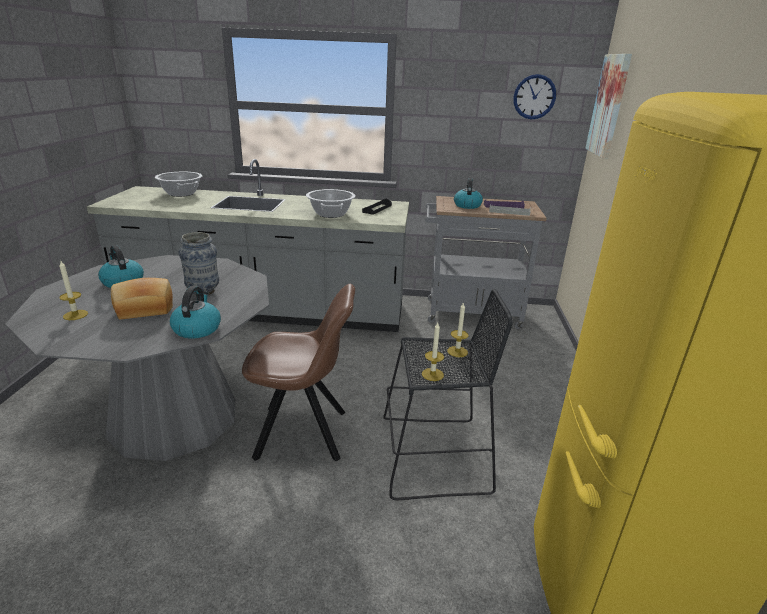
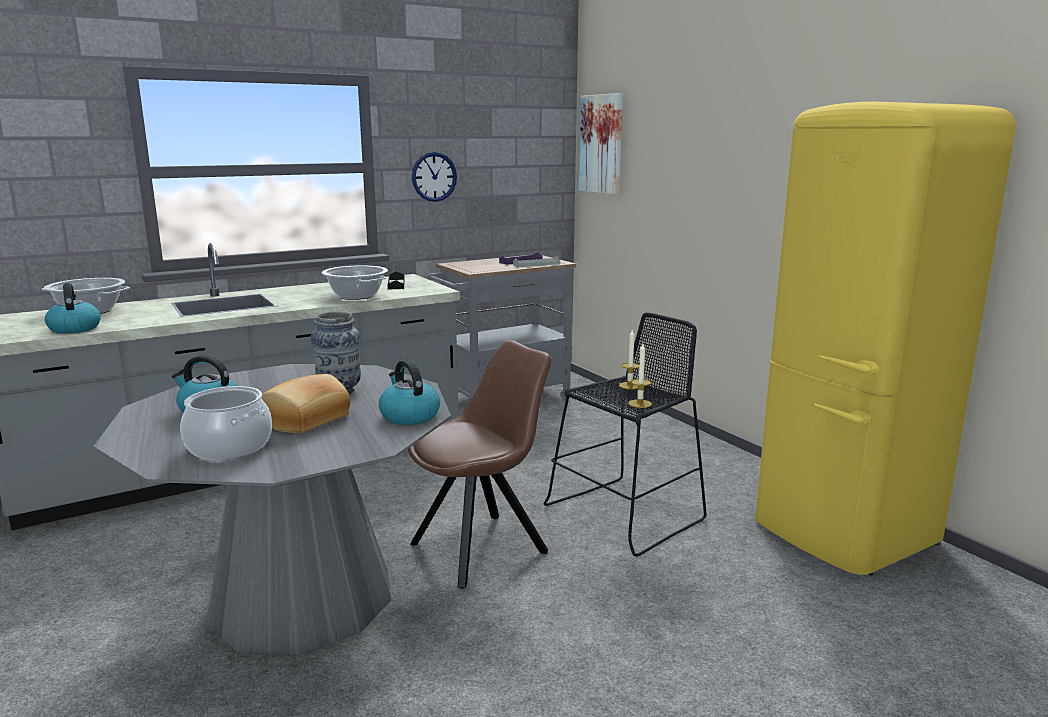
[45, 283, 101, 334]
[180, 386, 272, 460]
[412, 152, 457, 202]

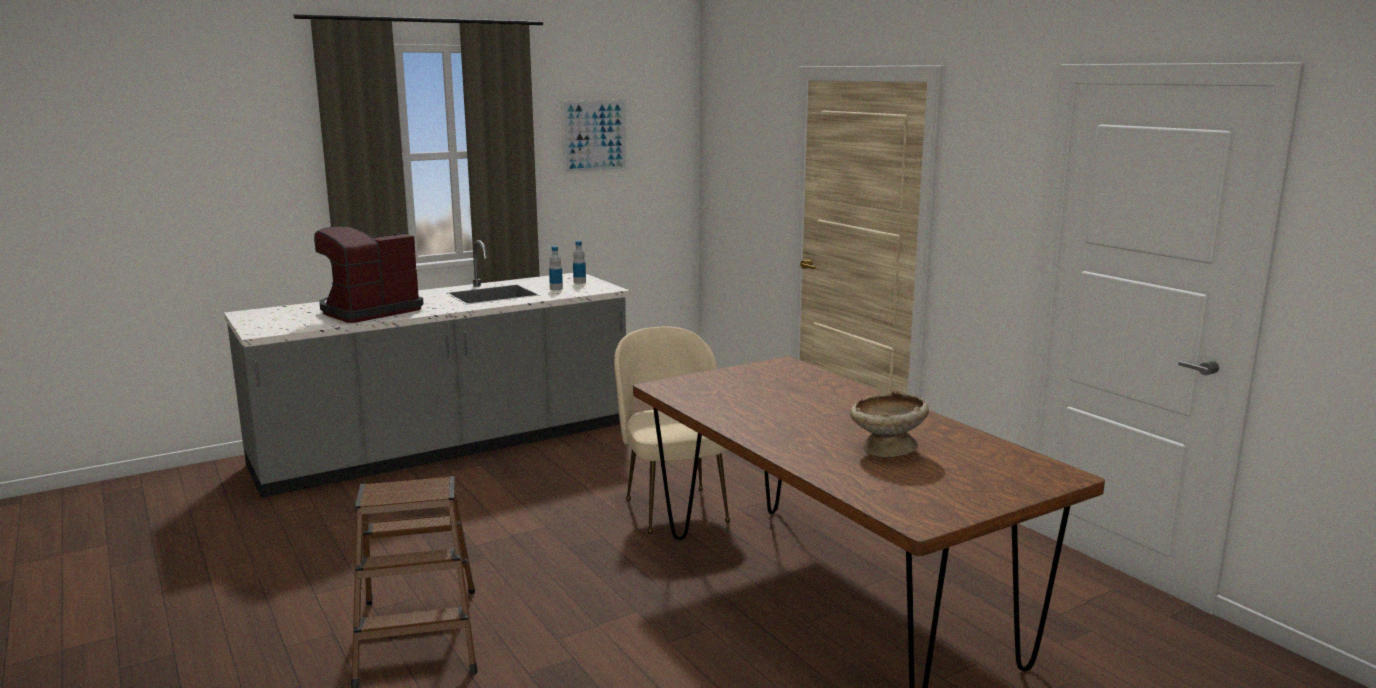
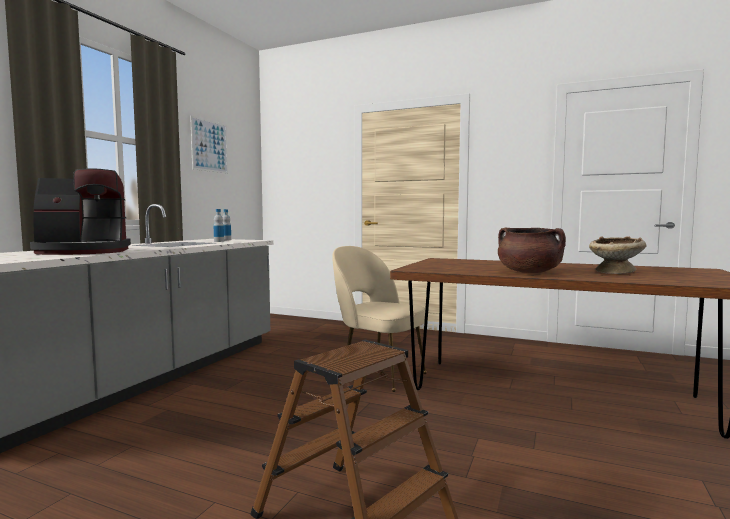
[30, 168, 131, 255]
[498, 228, 566, 273]

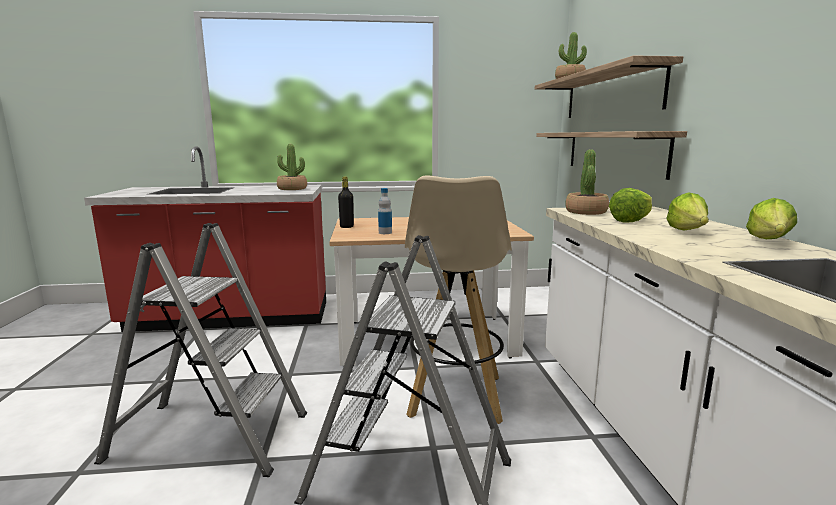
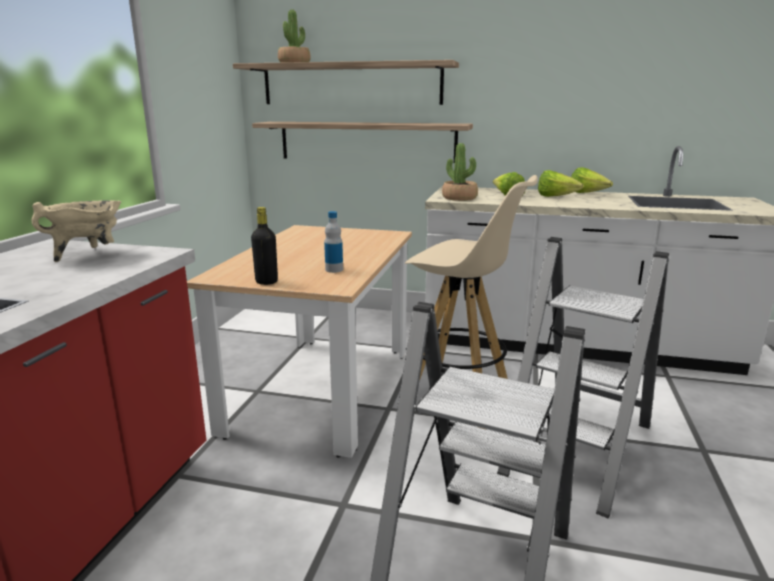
[32, 200, 121, 262]

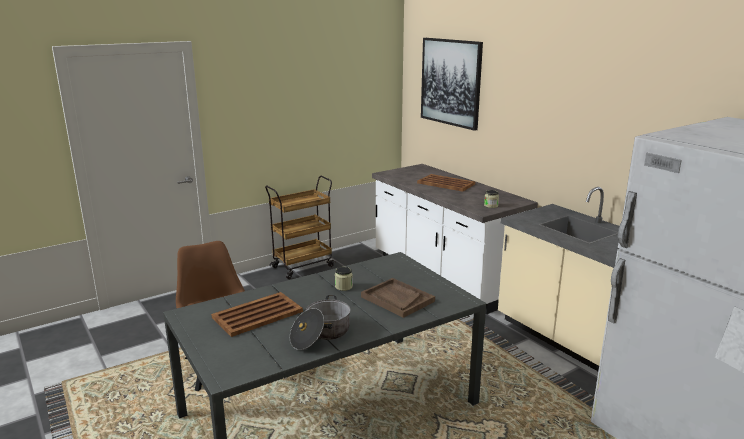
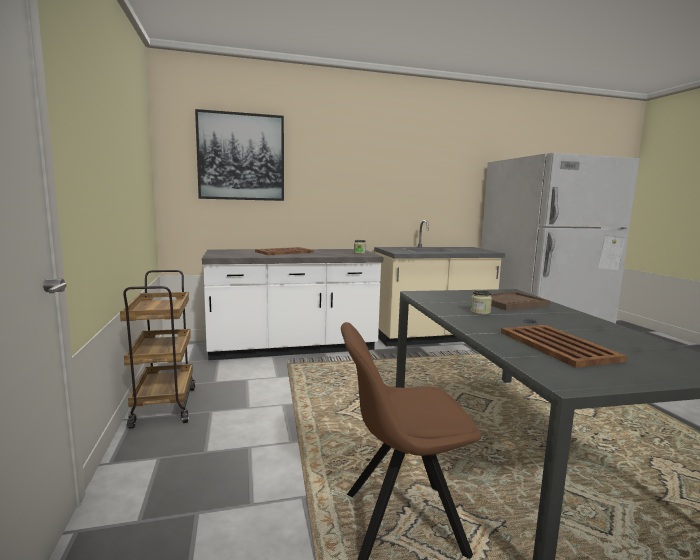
[290, 295, 351, 350] (first image)

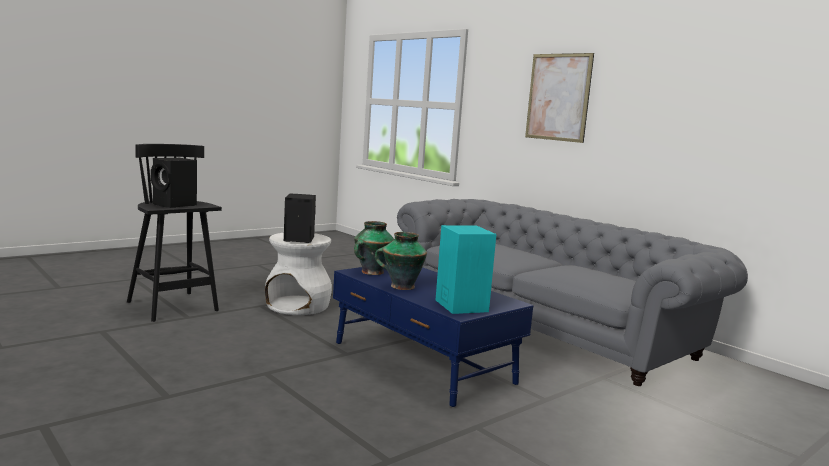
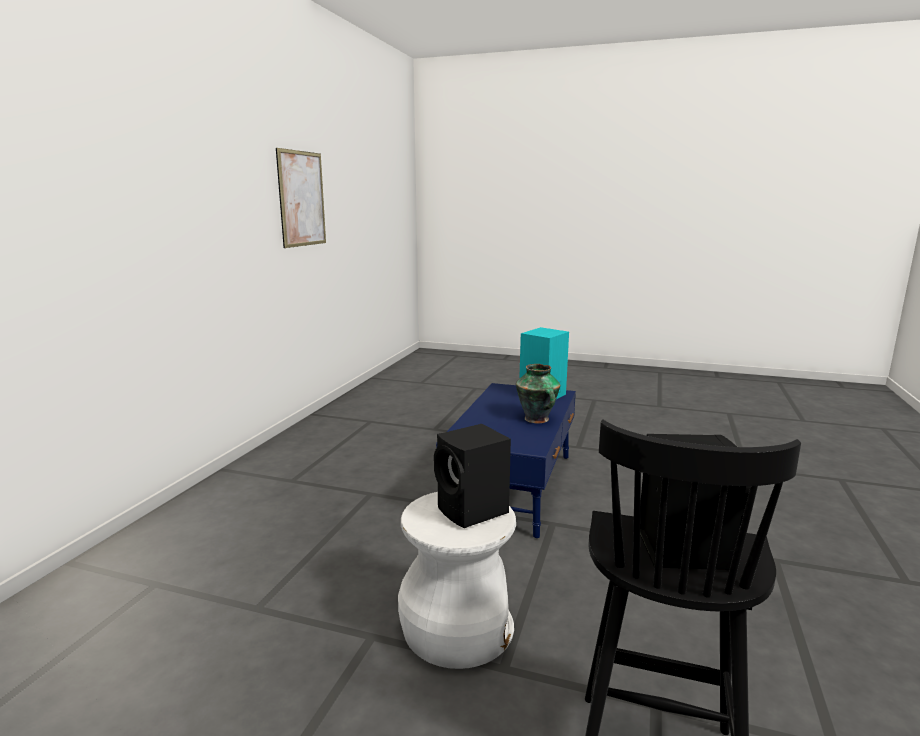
[276, 148, 326, 248]
[354, 221, 395, 275] (first image)
[397, 199, 748, 386] (first image)

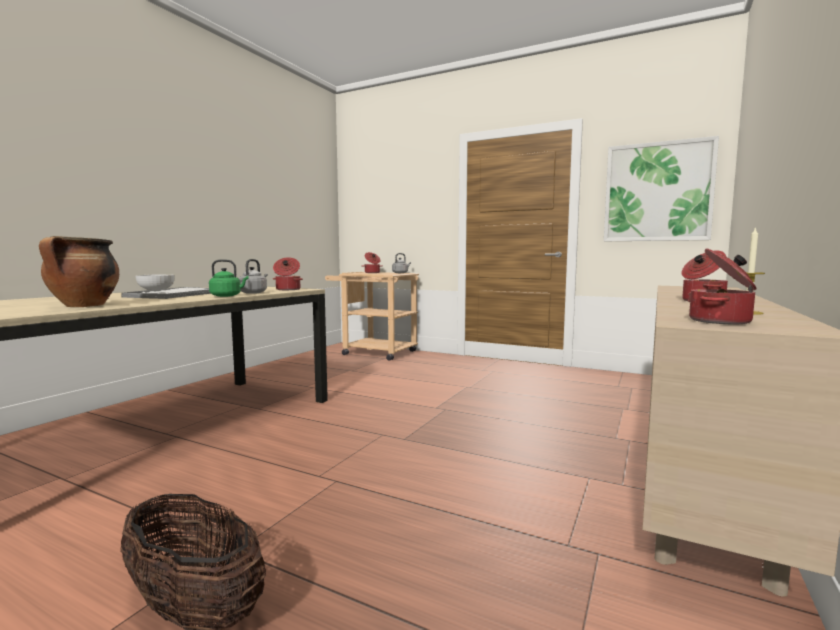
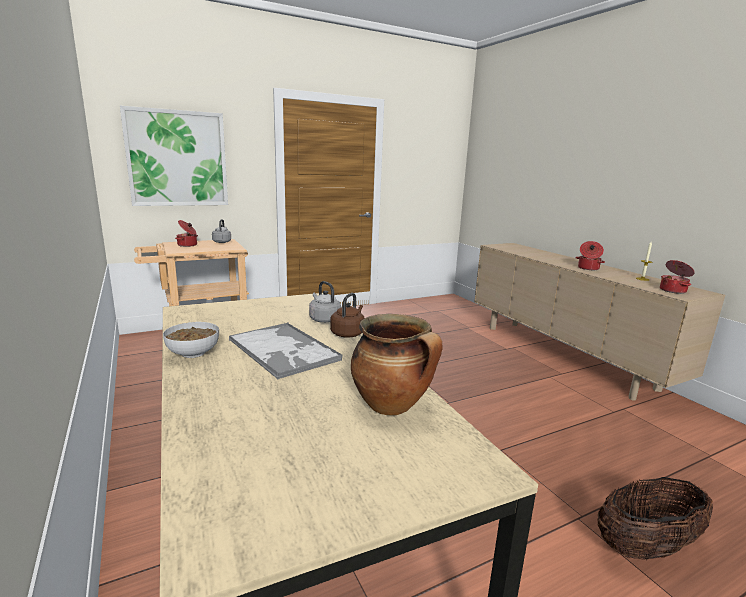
[120, 106, 228, 206]
[330, 293, 365, 337]
[273, 257, 303, 290] (first image)

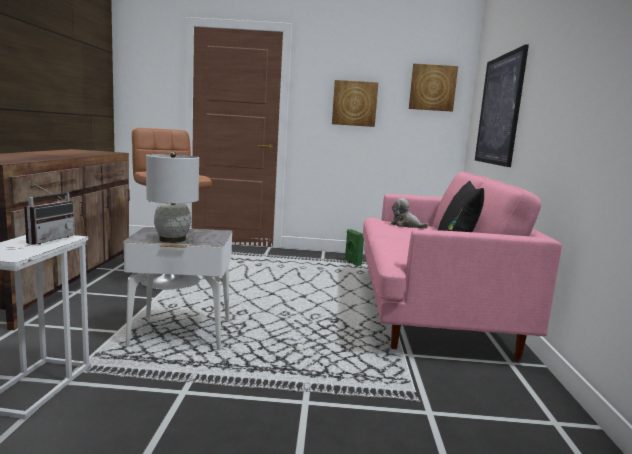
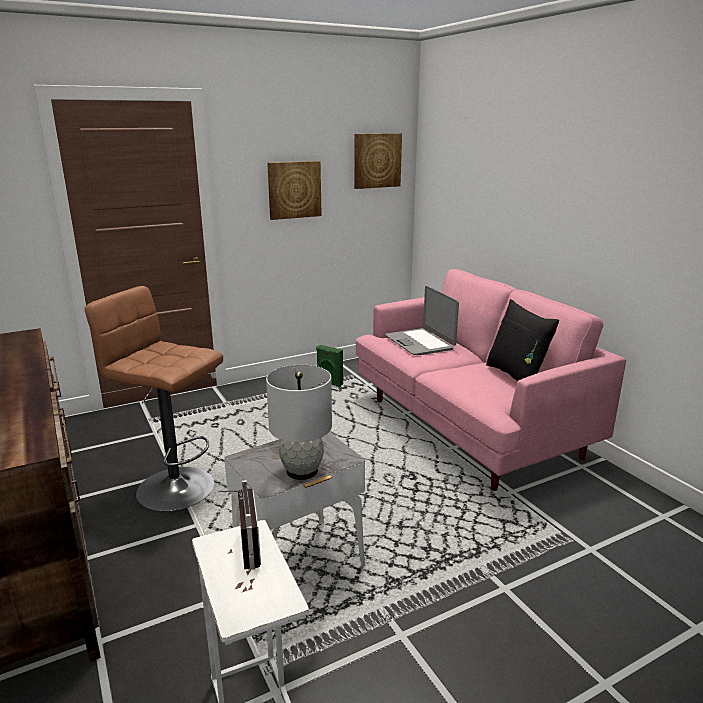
[385, 286, 459, 355]
[475, 44, 529, 167] (first image)

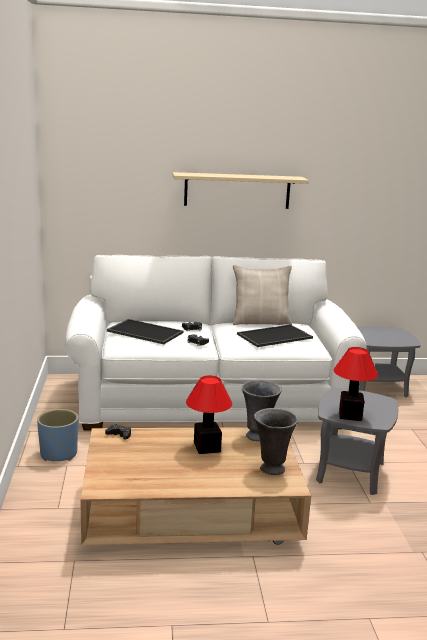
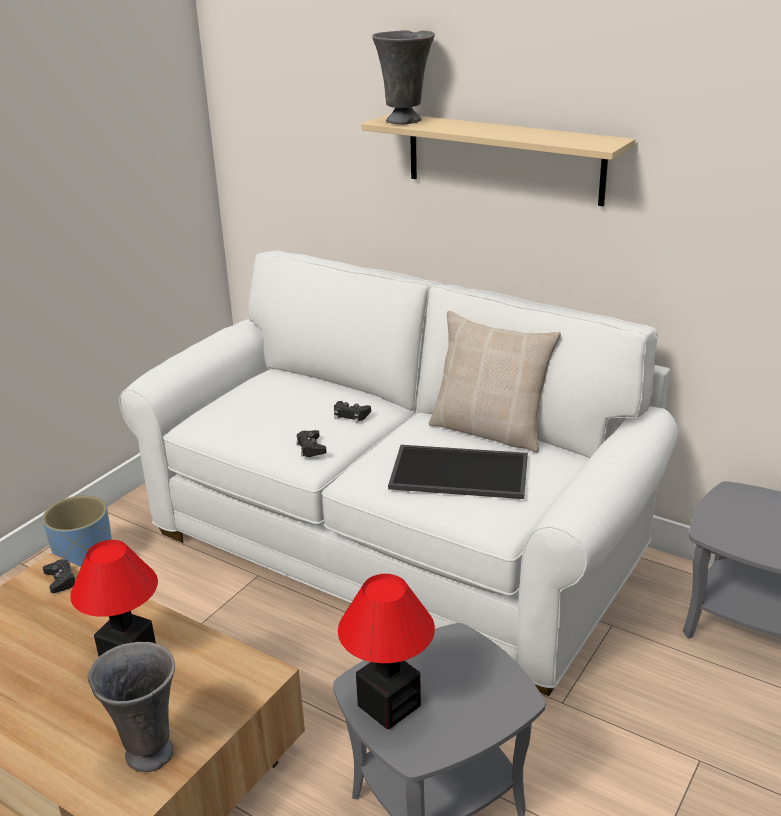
[372, 30, 435, 124]
[107, 319, 183, 344] (first image)

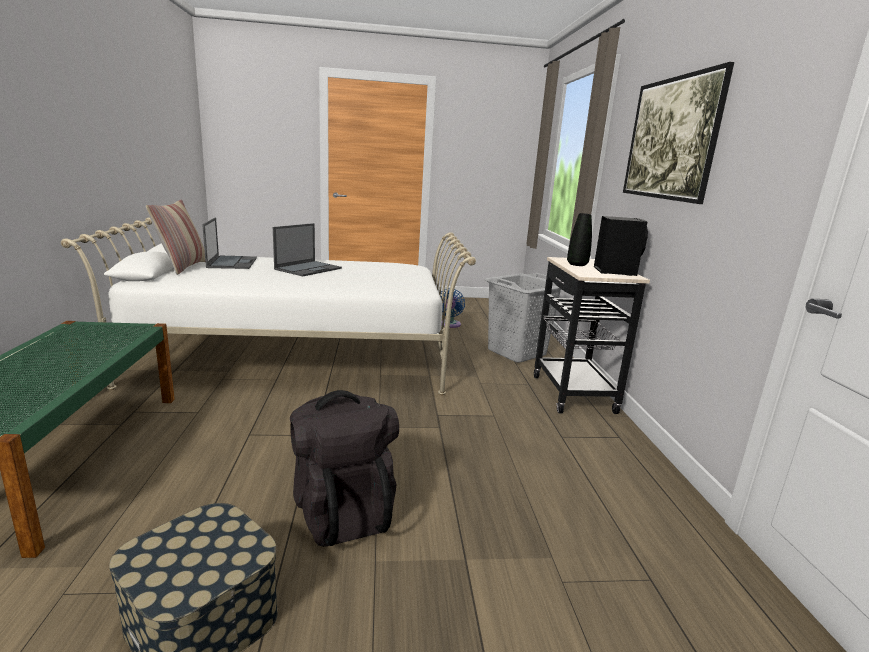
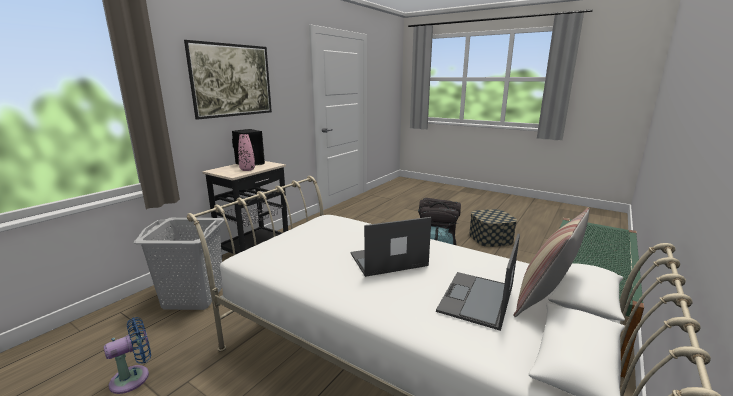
[238, 134, 255, 171]

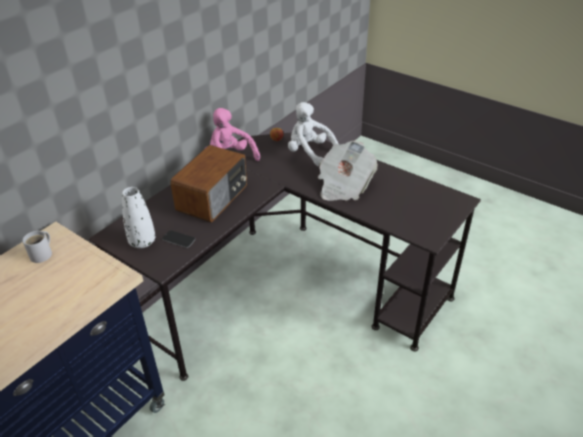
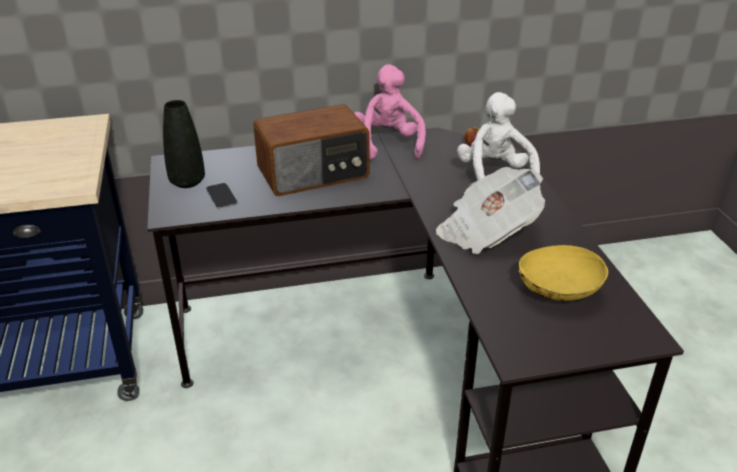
[163, 100, 205, 188]
[519, 245, 608, 301]
[22, 231, 52, 263] (first image)

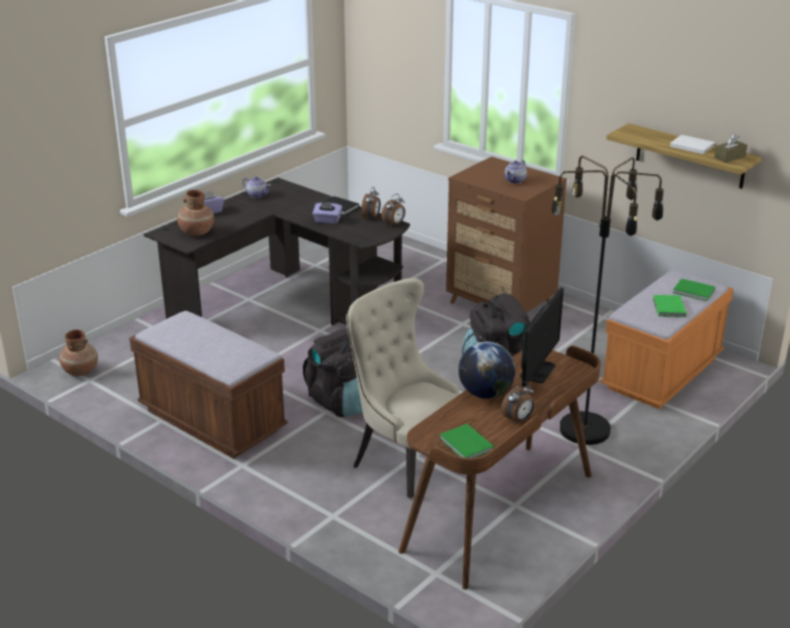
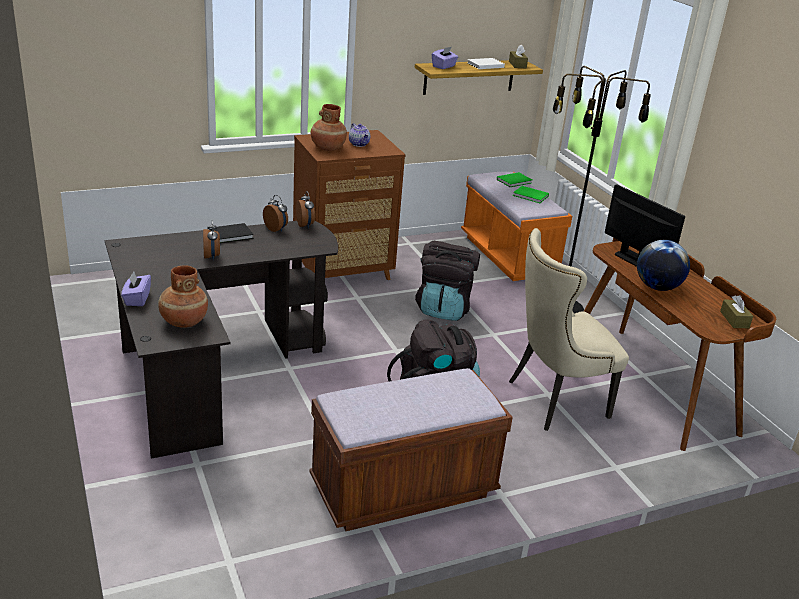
[203, 221, 220, 260]
[311, 104, 347, 151]
[432, 47, 458, 69]
[720, 295, 753, 328]
[242, 177, 270, 198] (first image)

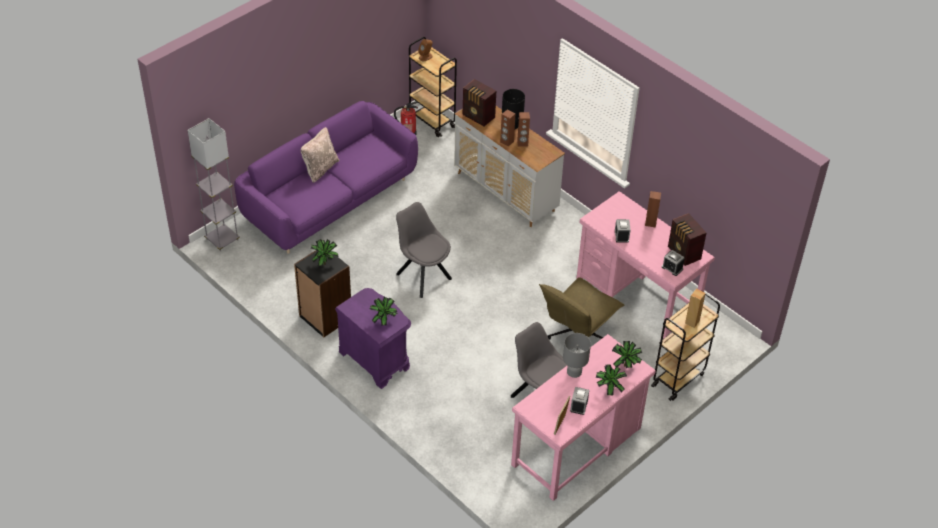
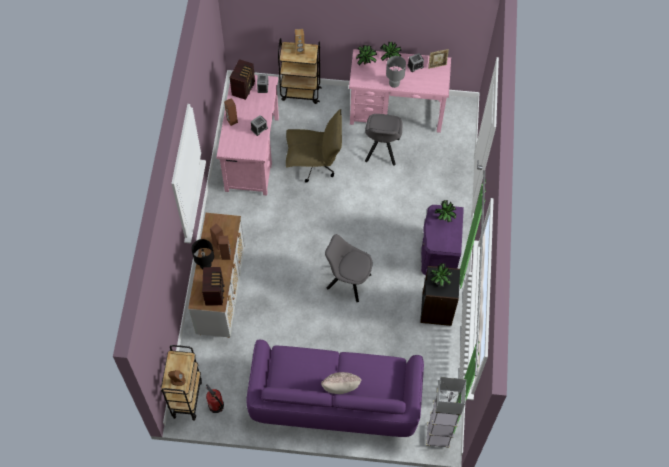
[325, 234, 373, 302]

